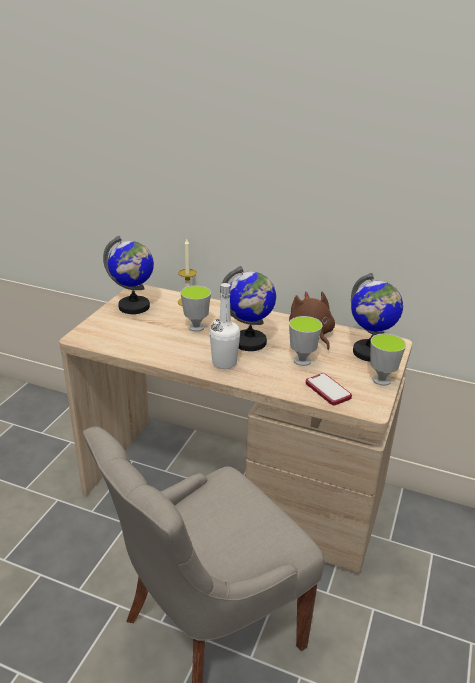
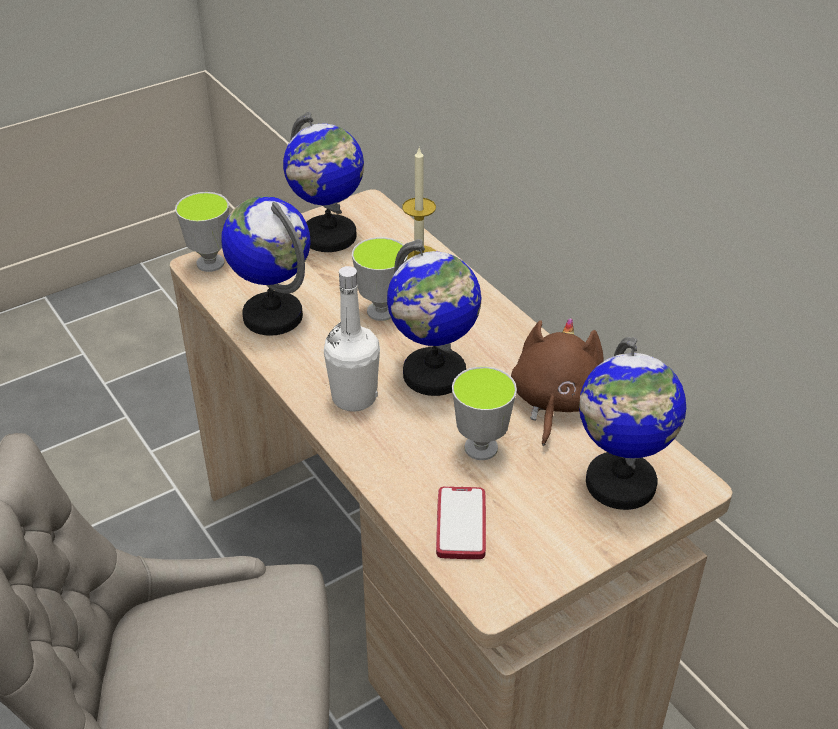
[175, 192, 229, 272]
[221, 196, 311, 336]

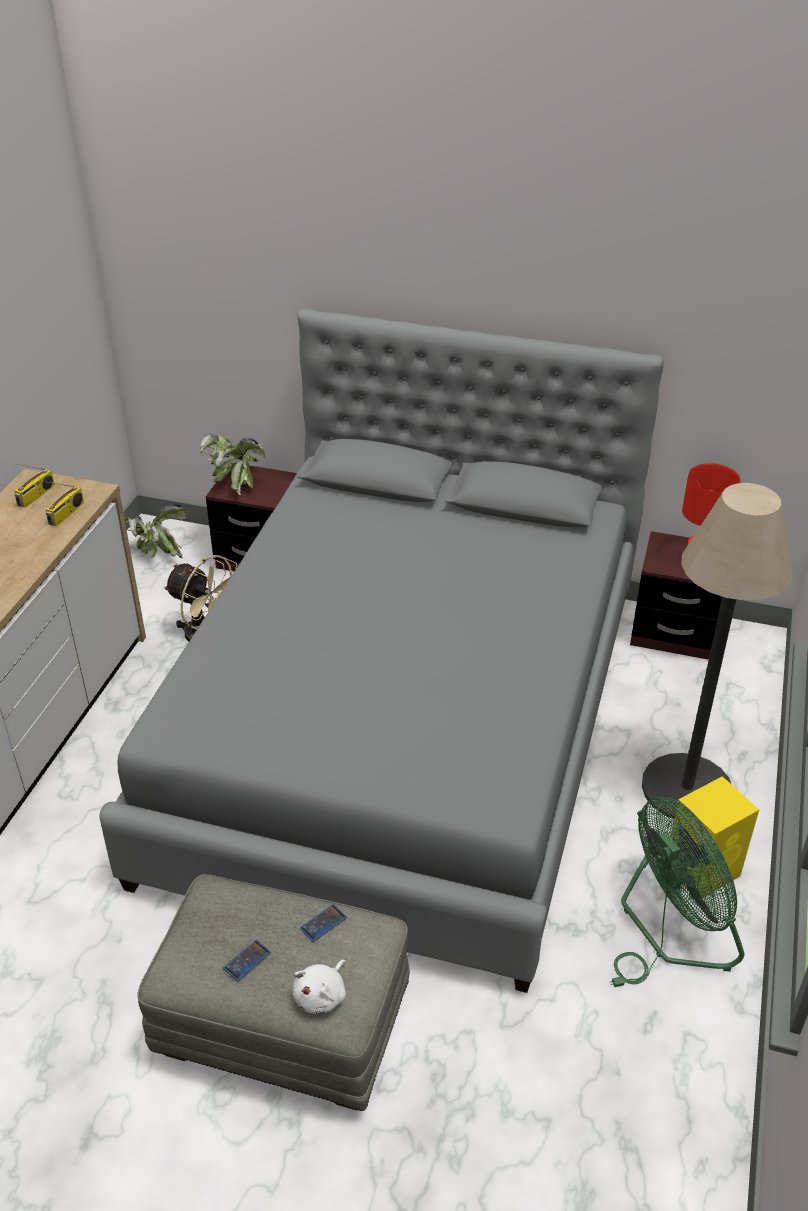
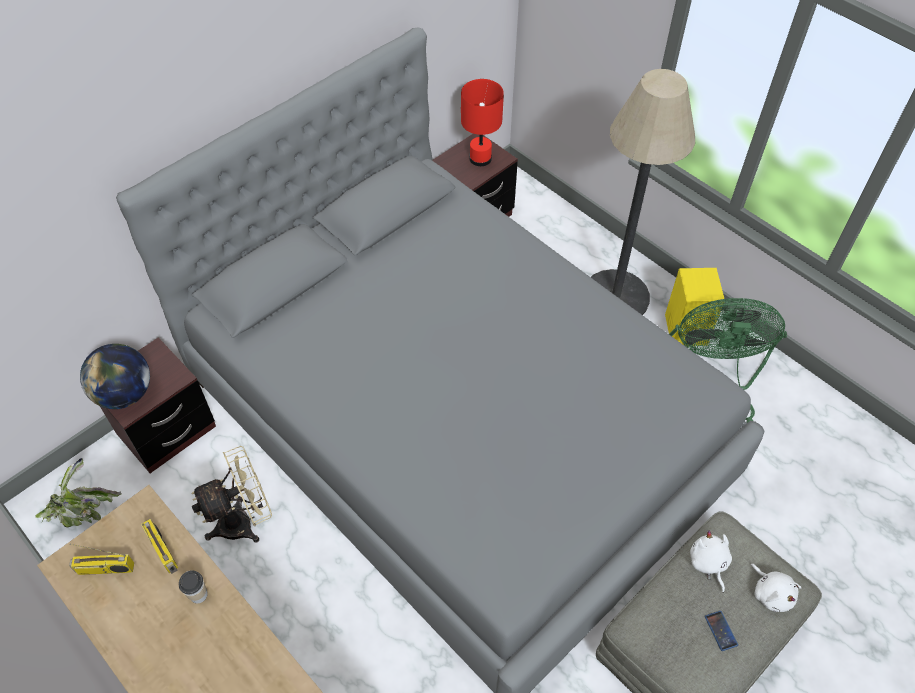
[69, 544, 134, 575]
[80, 344, 150, 409]
[179, 570, 208, 603]
[690, 530, 732, 593]

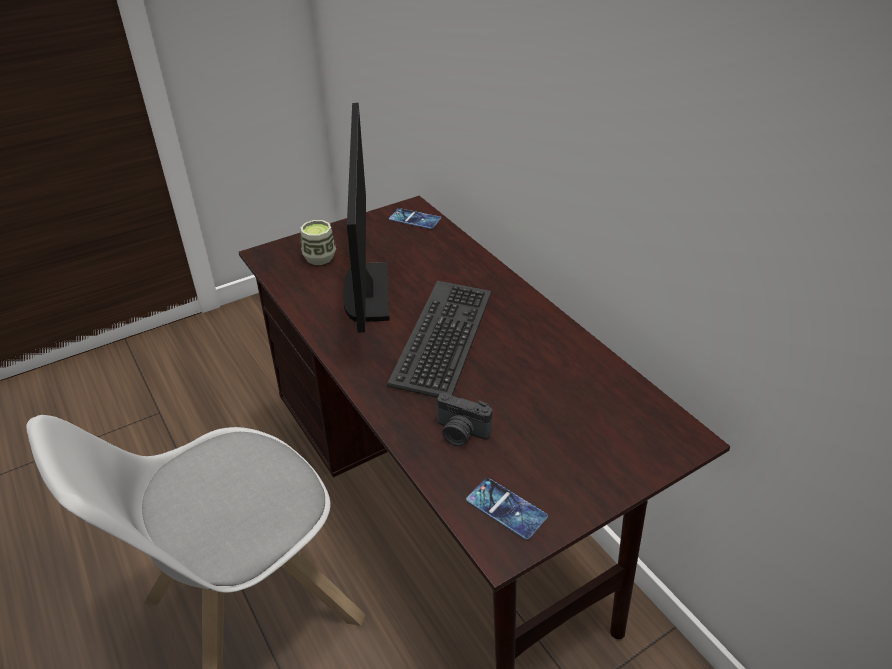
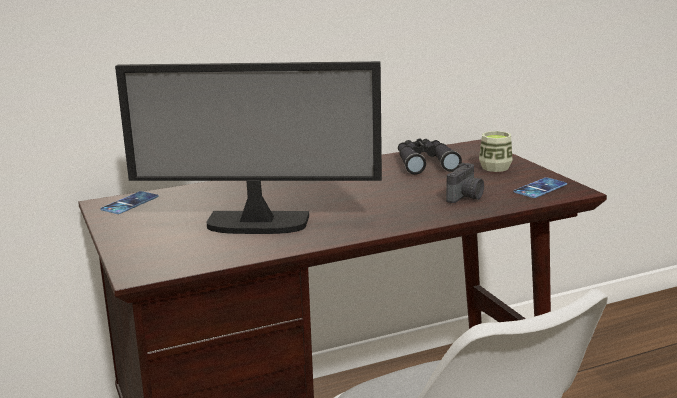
[398, 138, 462, 175]
[479, 131, 512, 172]
[387, 281, 492, 398] (first image)

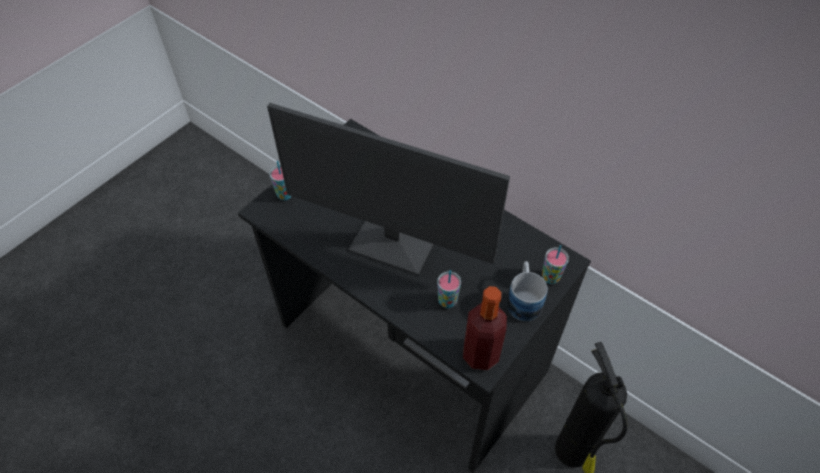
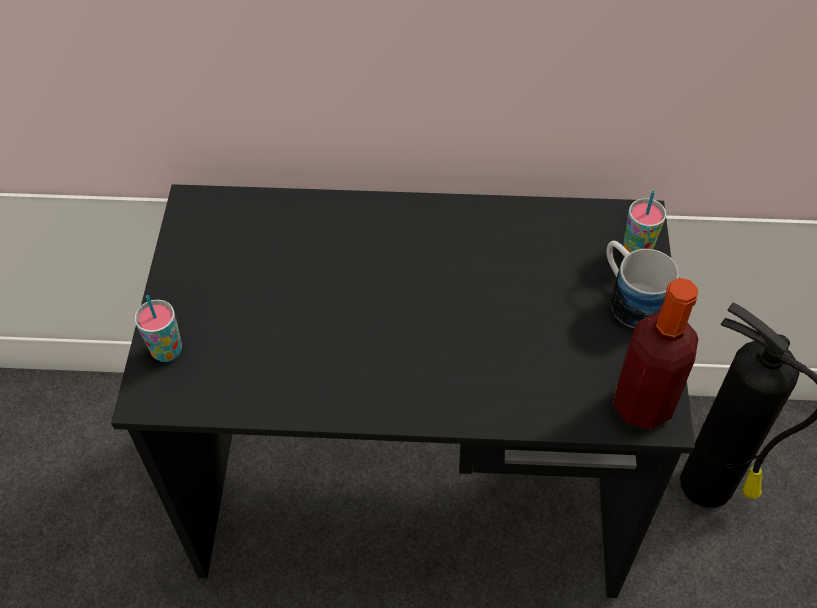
[267, 103, 510, 275] (first image)
[437, 270, 461, 308] (first image)

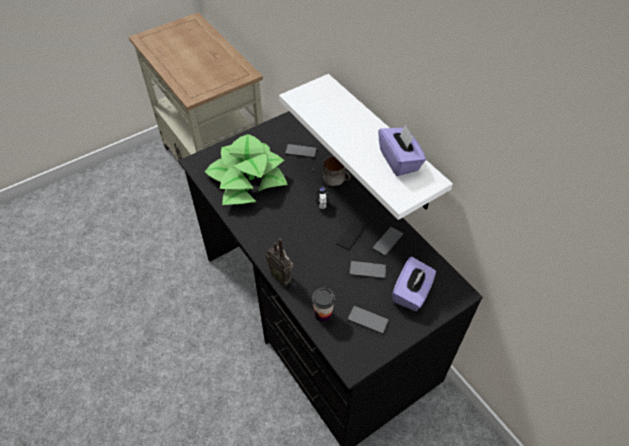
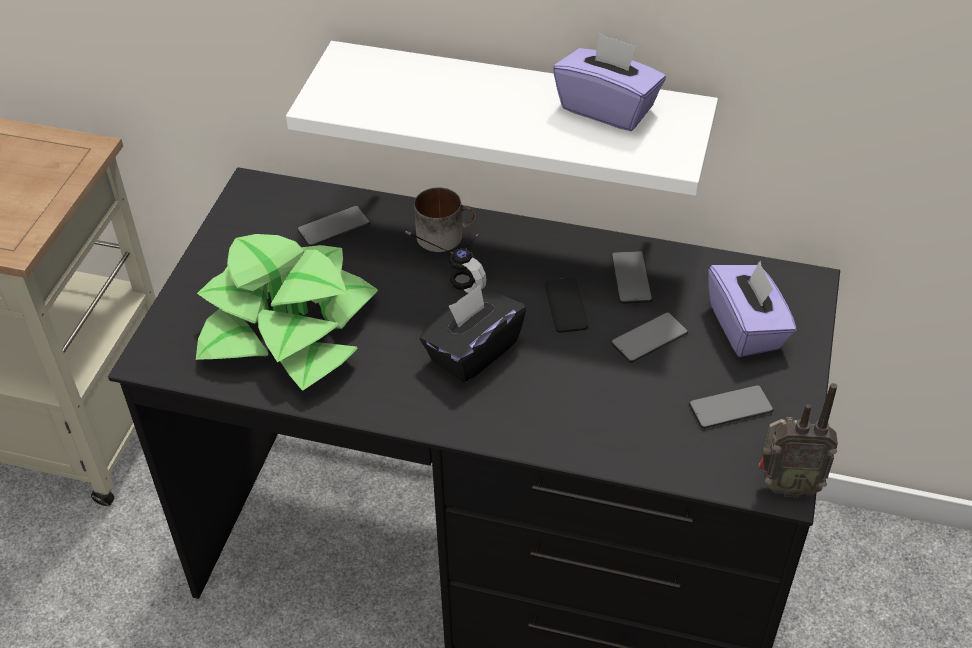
[420, 285, 526, 383]
[759, 383, 838, 497]
[312, 288, 335, 322] (first image)

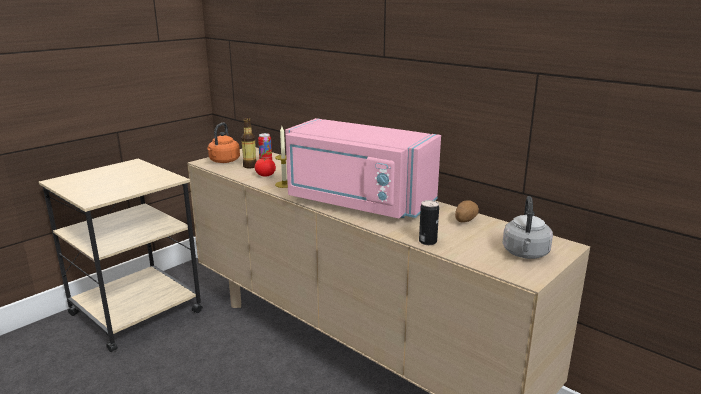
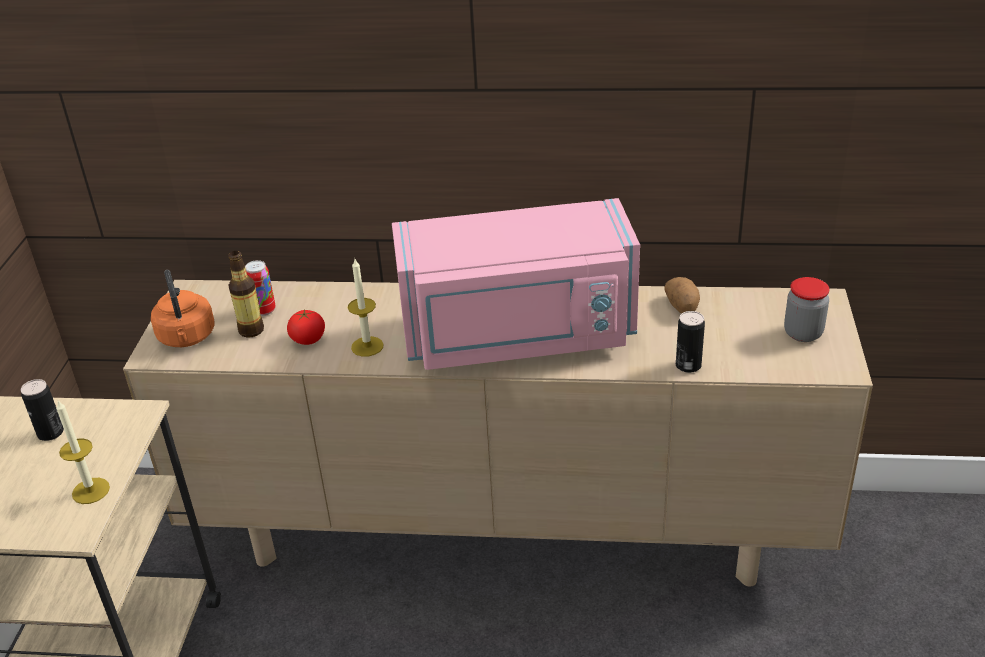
[21, 379, 64, 441]
[56, 401, 110, 504]
[784, 277, 829, 342]

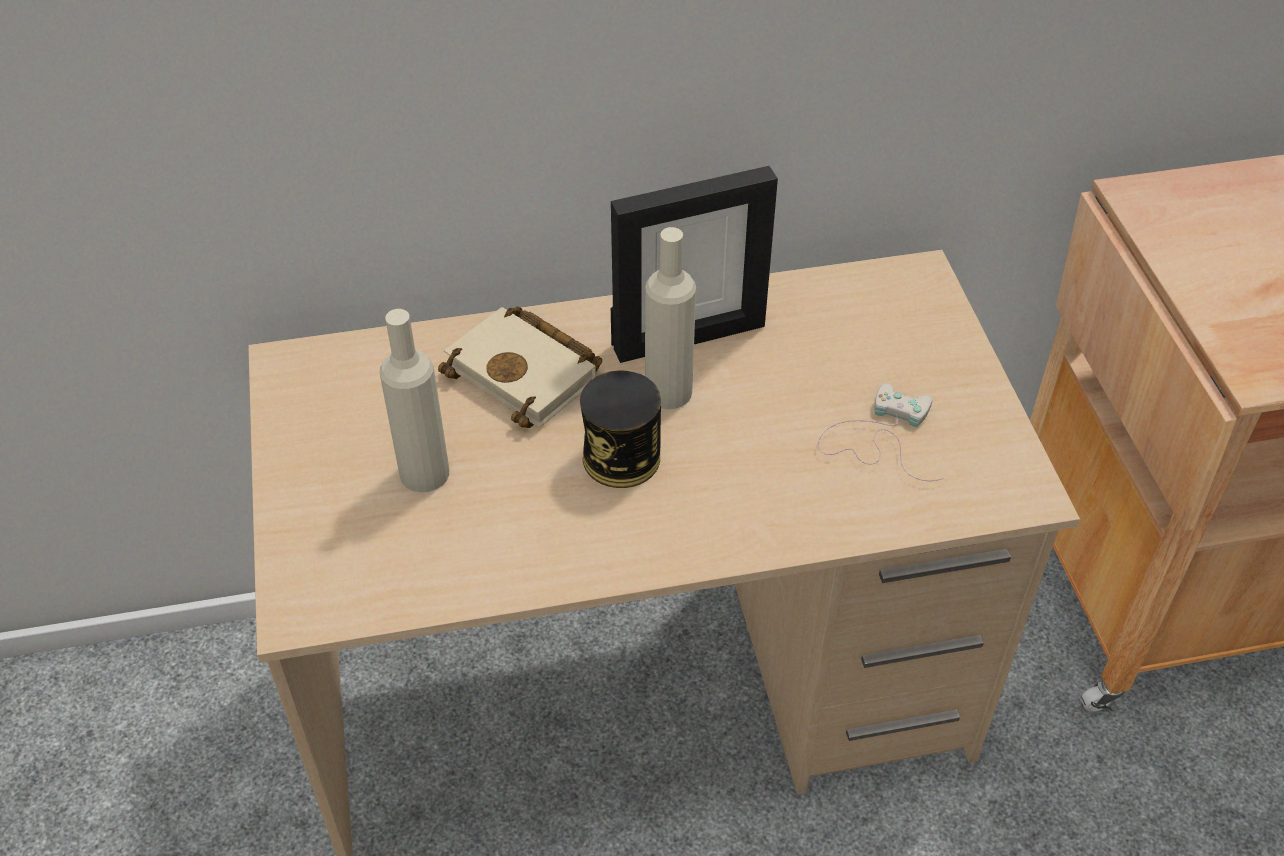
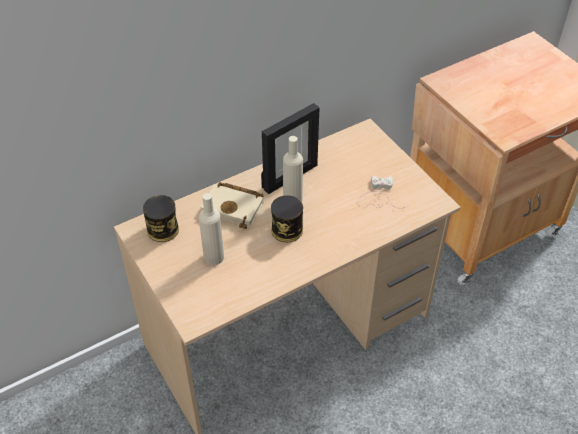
[143, 195, 179, 242]

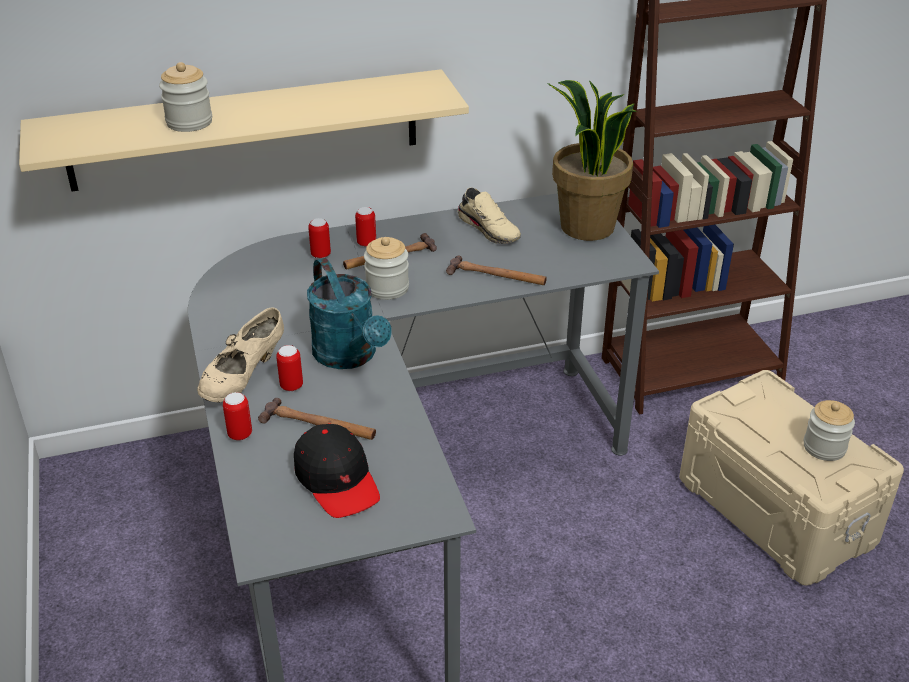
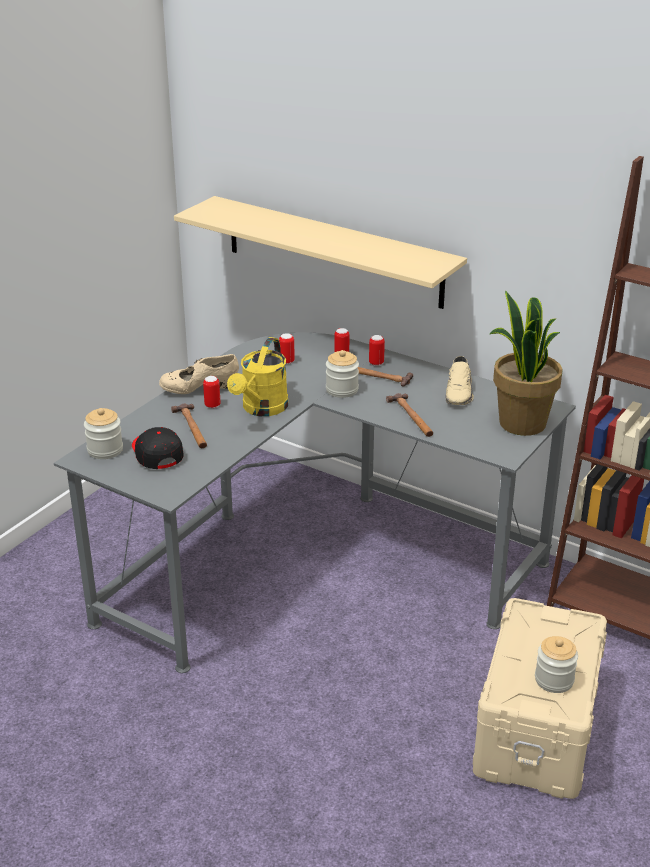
[84, 408, 123, 459]
[132, 427, 184, 469]
[227, 337, 288, 416]
[279, 333, 295, 364]

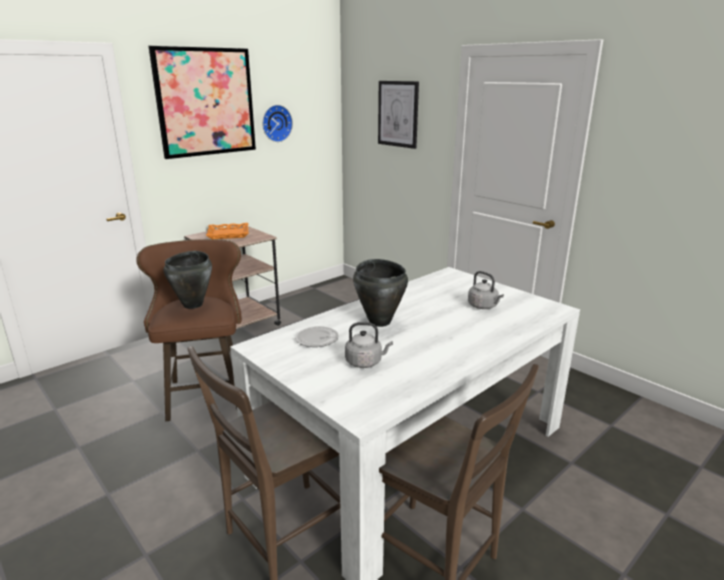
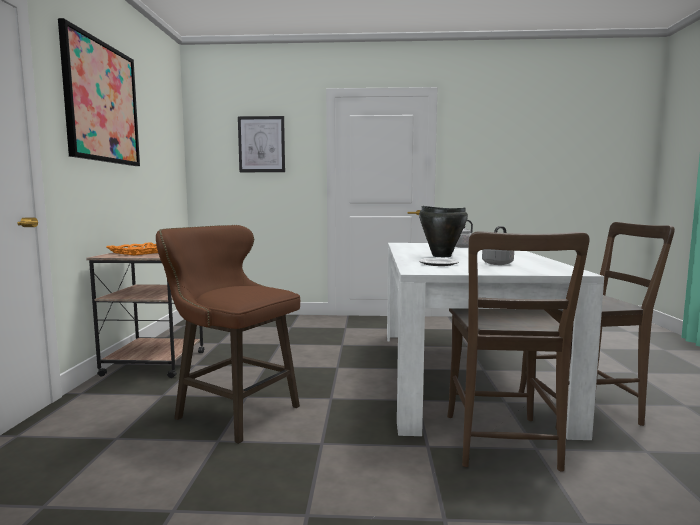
[164, 251, 212, 309] (first image)
[262, 105, 293, 142] (first image)

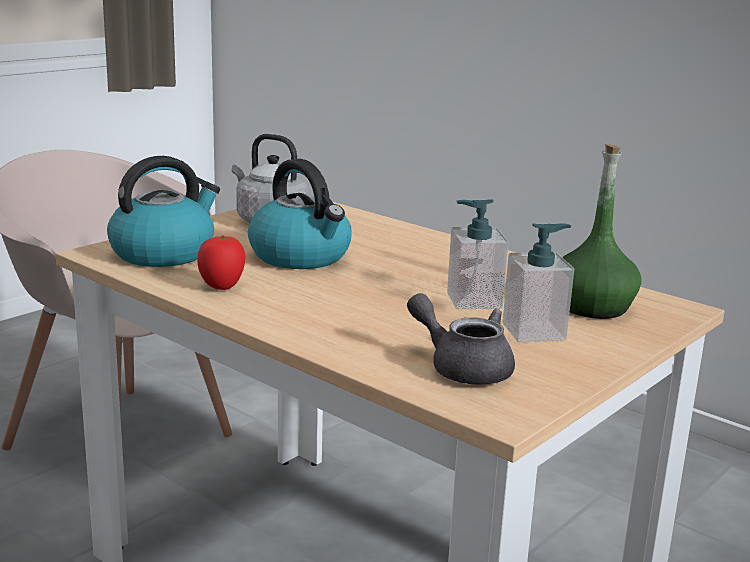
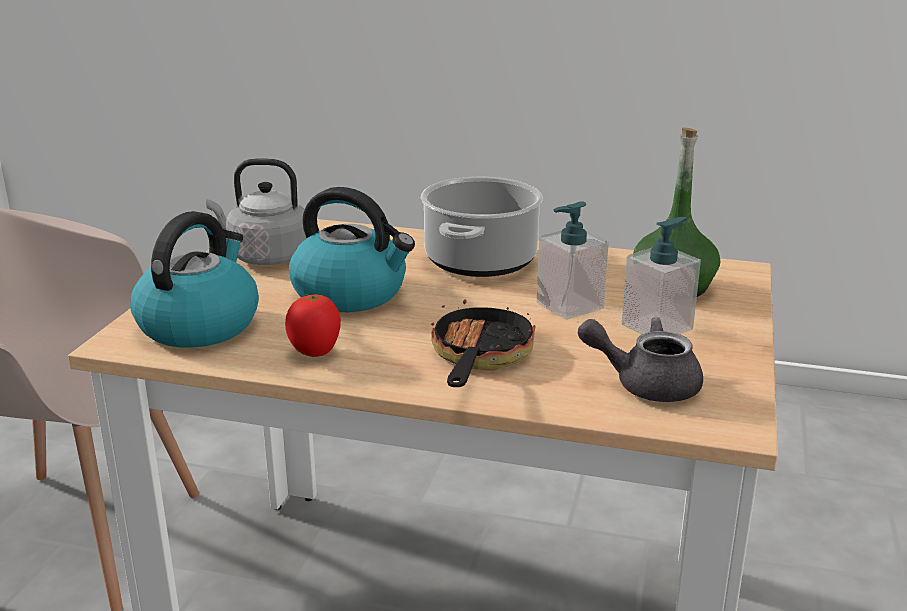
[421, 177, 543, 277]
[431, 286, 535, 387]

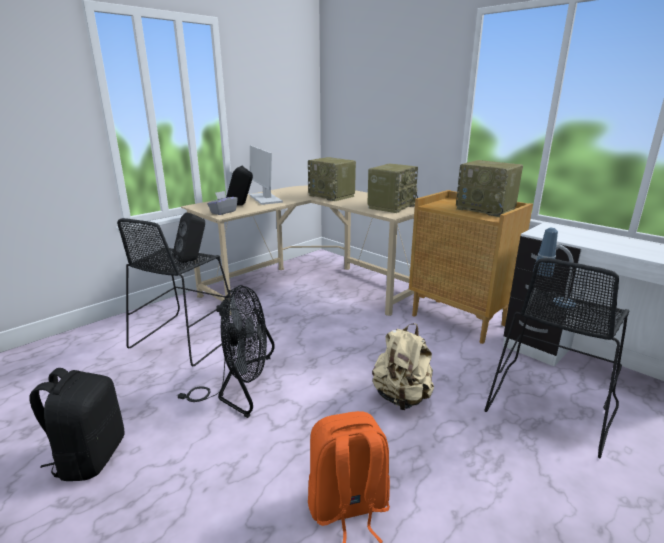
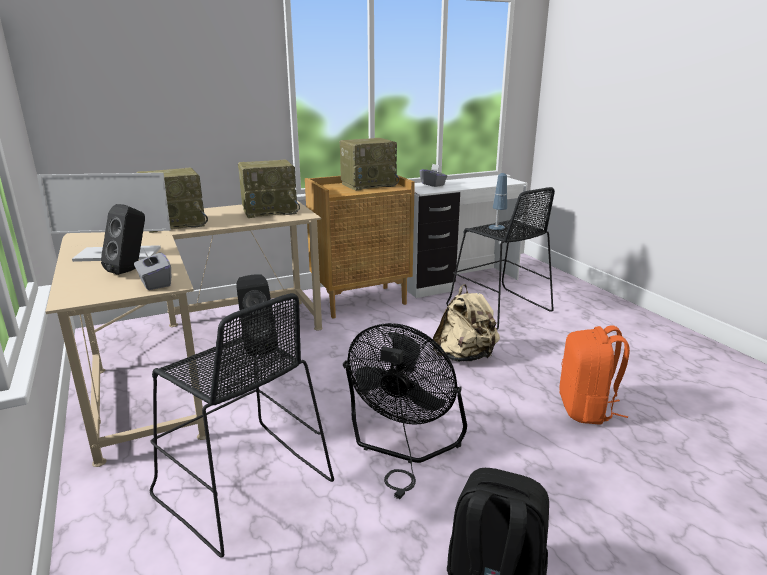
[238, 160, 300, 218]
[419, 164, 447, 187]

